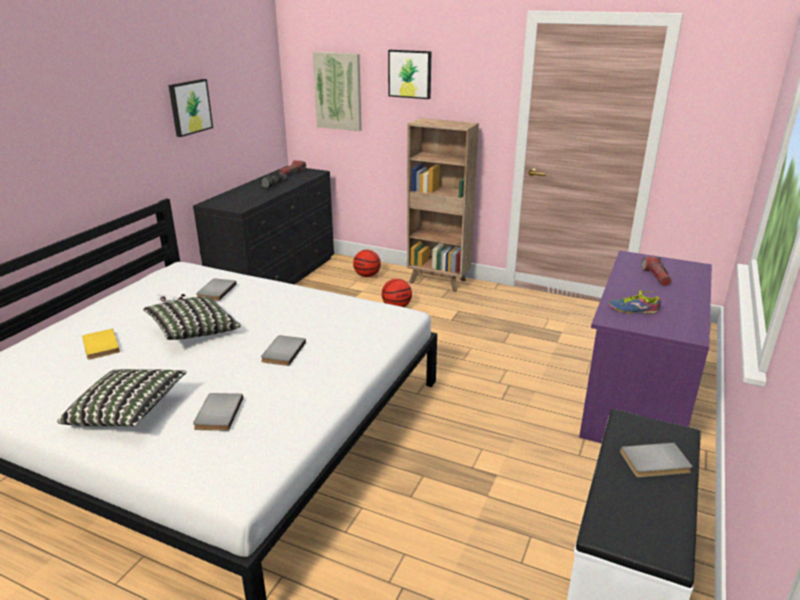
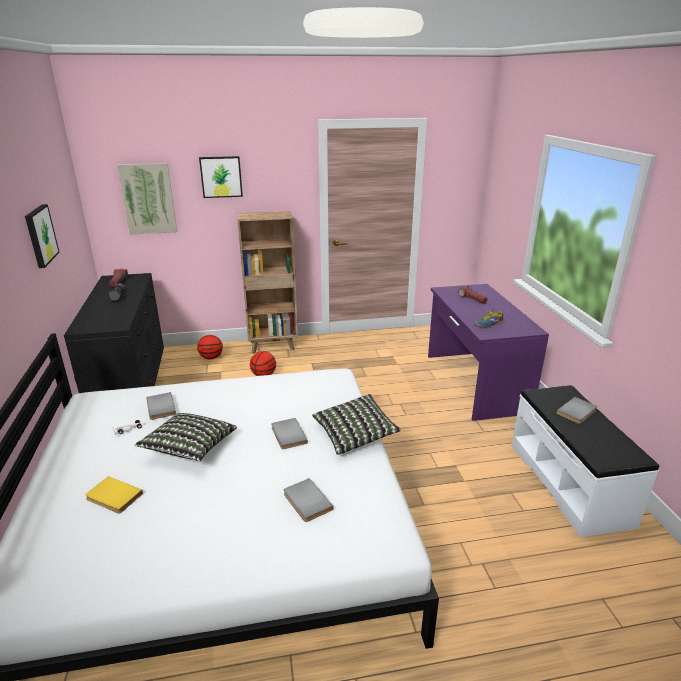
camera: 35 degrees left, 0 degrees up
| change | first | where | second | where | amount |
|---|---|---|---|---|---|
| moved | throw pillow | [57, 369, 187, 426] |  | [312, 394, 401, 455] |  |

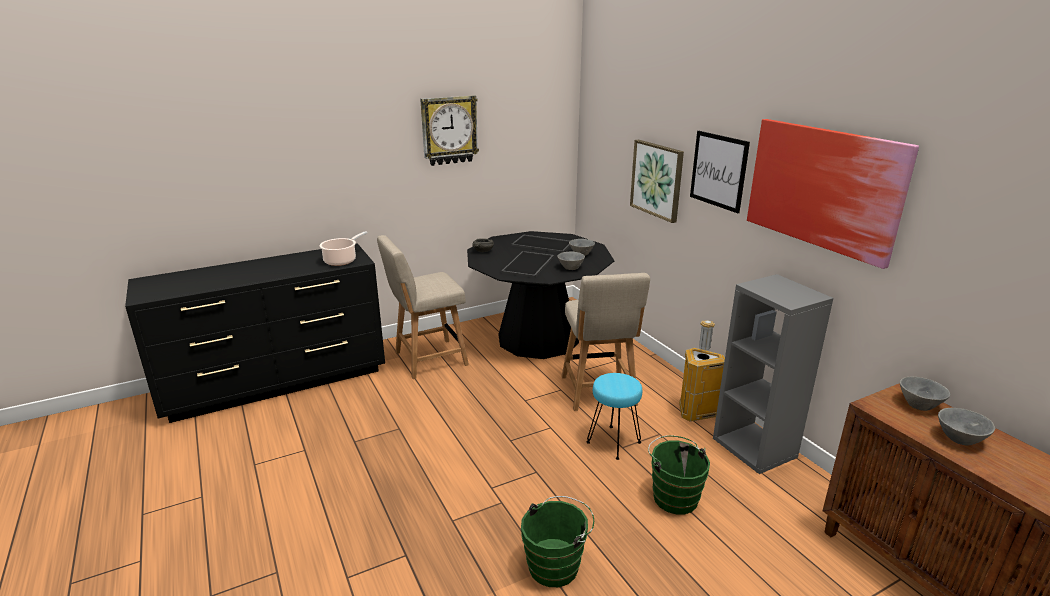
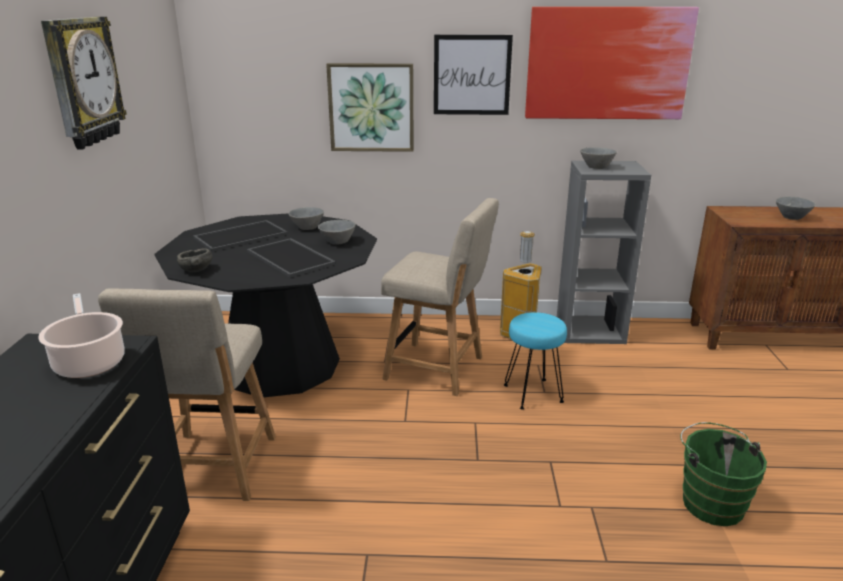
camera: 60 degrees left, 0 degrees up
| change | first | where | second | where | amount |
|---|---|---|---|---|---|
| moved | serving bowl/grey | [900, 377, 950, 411] |  | [580, 147, 617, 169] |  |
| removed | bucket/green | [648, 435, 710, 514] |  |  |  |

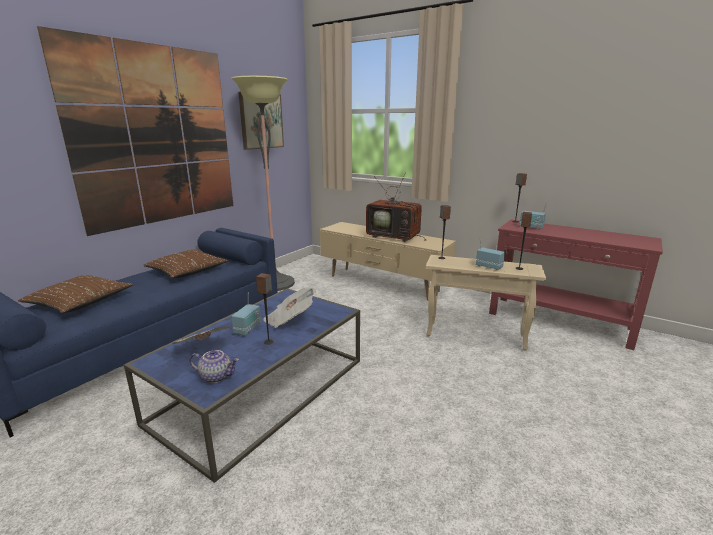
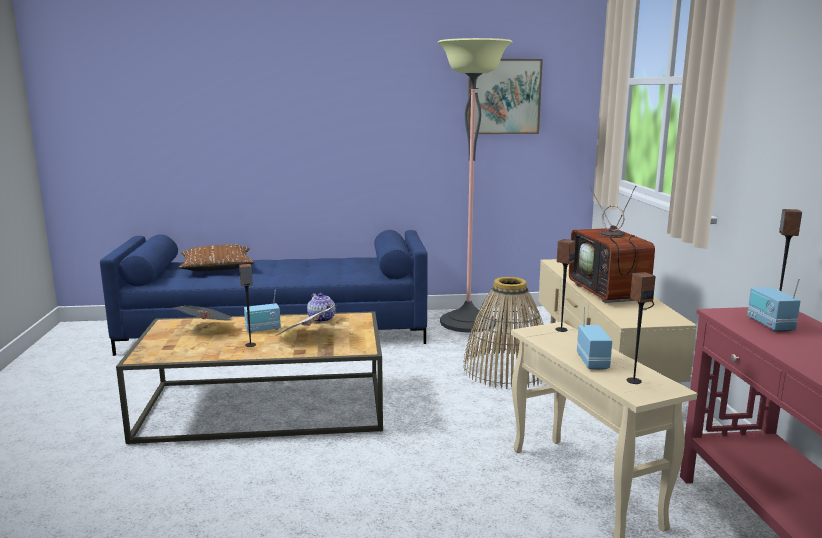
camera: 50 degrees right, 5 degrees down
| change | first | where | second | where | amount |
|---|---|---|---|---|---|
| removed | wall picture | [37, 26, 233, 236] |  |  |  |
| removed | throw pillow/brown | [143, 250, 228, 278] |  |  |  |
| recoloured | low table/blue | [124, 288, 360, 483] | low table/brown | [116, 311, 383, 445] |  |
| moved | tea pot | [190, 350, 239, 383] |  | [307, 293, 336, 322] |  |
| added |  |  | household basket | [463, 277, 544, 389] |  |

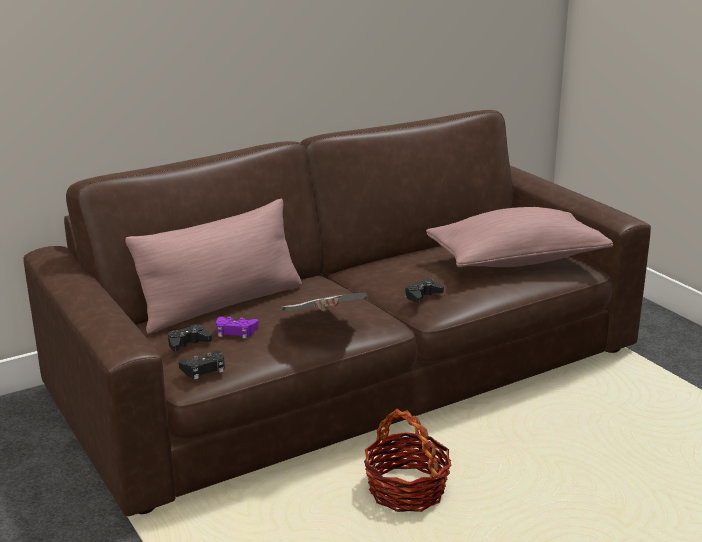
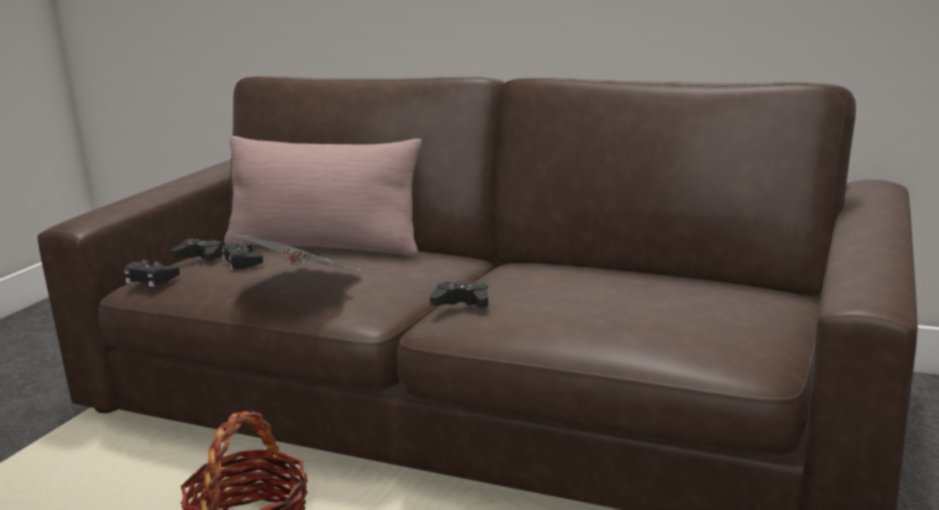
camera: 55 degrees right, 5 degrees down
| change | first | where | second | where | amount |
|---|---|---|---|---|---|
| removed | throw pillow/pinkish | [426, 207, 613, 267] |  |  |  |
| recoloured | gamepad/purple-coloured | [216, 317, 259, 339] | gamepad/black | [222, 242, 263, 270] |  |

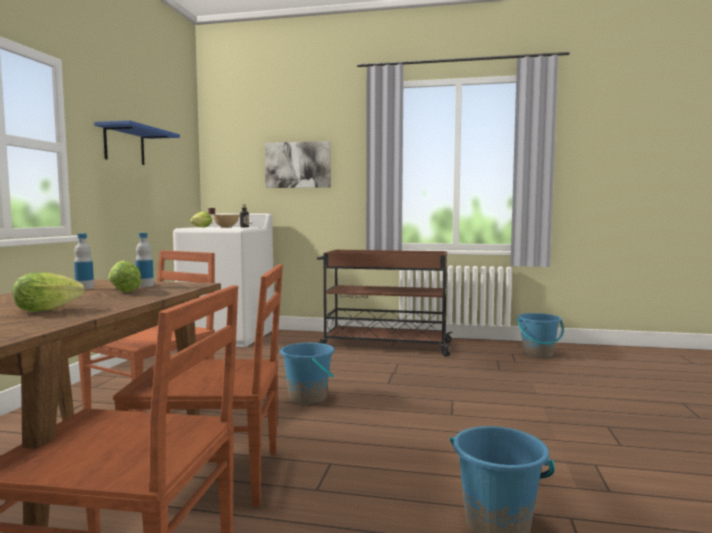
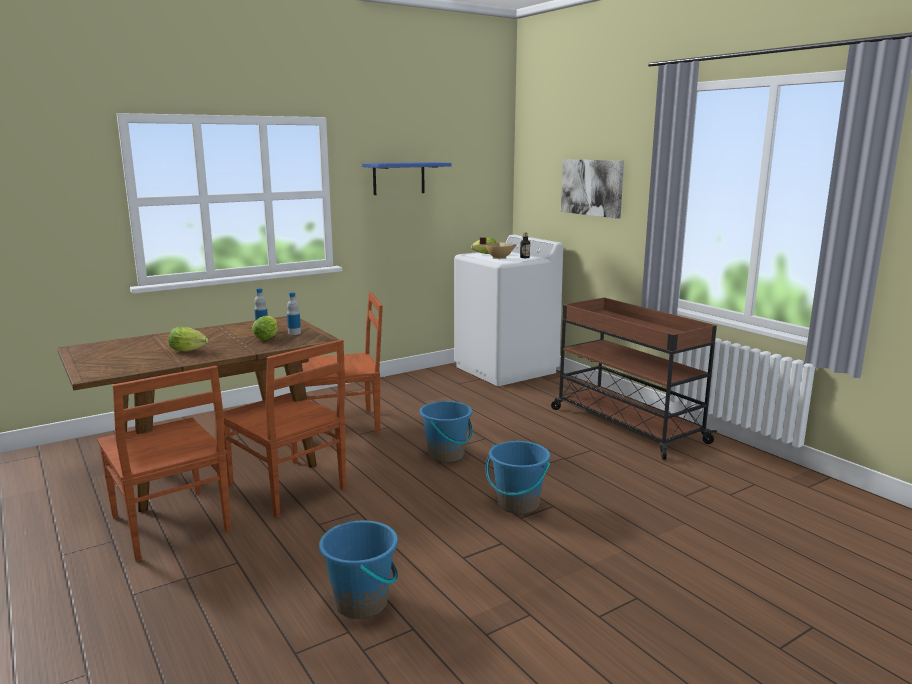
camera: 45 degrees right, 10 degrees up
| change | first | where | second | where | amount |
|---|---|---|---|---|---|
| moved | bucket/blue | [517, 313, 564, 358] |  | [486, 441, 550, 514] |  |

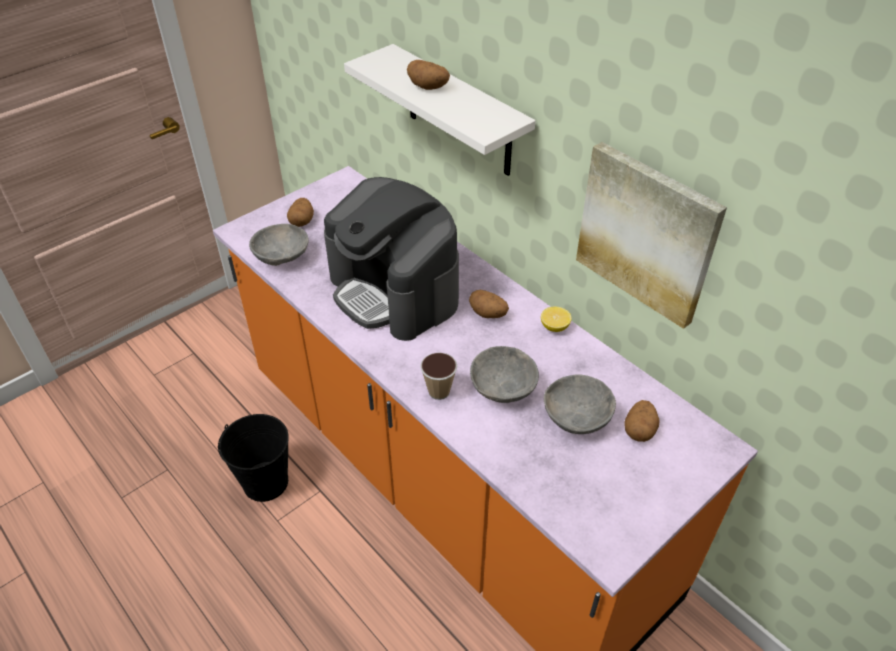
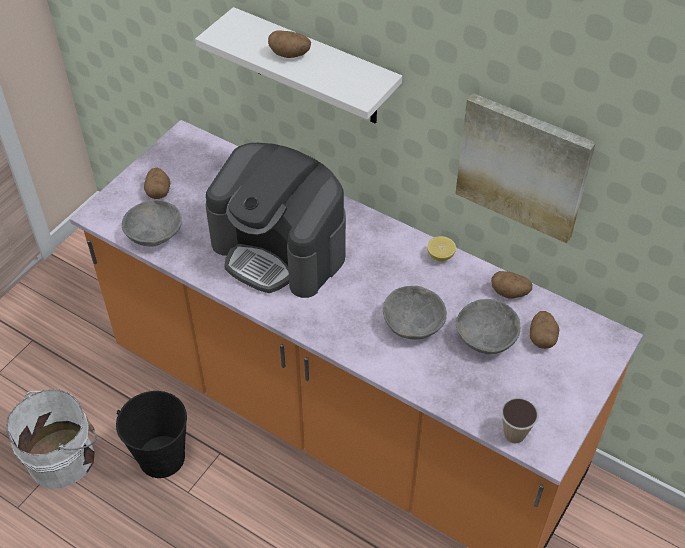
camera: 15 degrees left, 5 degrees up
| change | first | where | second | where | amount |
|---|---|---|---|---|---|
| moved | spud | [469, 290, 509, 318] |  | [491, 271, 532, 299] |  |
| moved | drinking cup | [420, 352, 457, 400] |  | [501, 398, 539, 443] |  |
| added |  |  | bucket/white-coloured | [6, 389, 97, 489] |  |

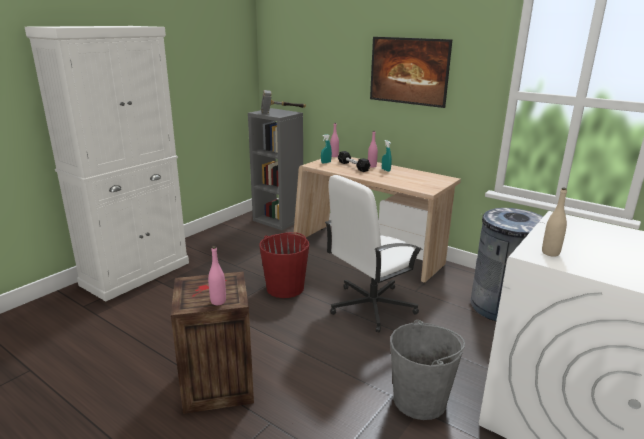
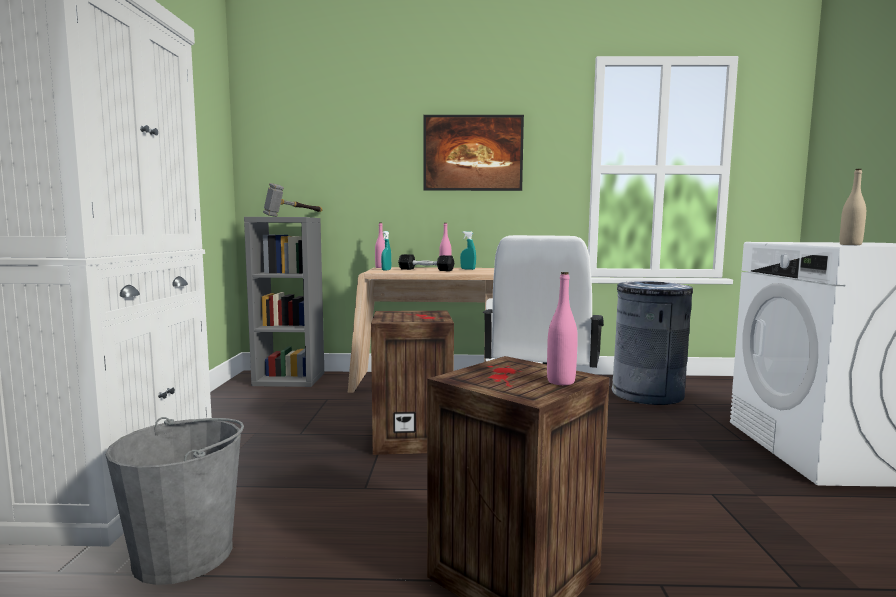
camera: 35 degrees left, 15 degrees down
| change | first | where | second | where | amount |
|---|---|---|---|---|---|
| replaced | bucket/red-coloured | [259, 232, 309, 298] | packing crate | [371, 311, 454, 455] |  |
| moved | bucket/grey | [390, 320, 465, 420] |  | [105, 417, 244, 585] |  |

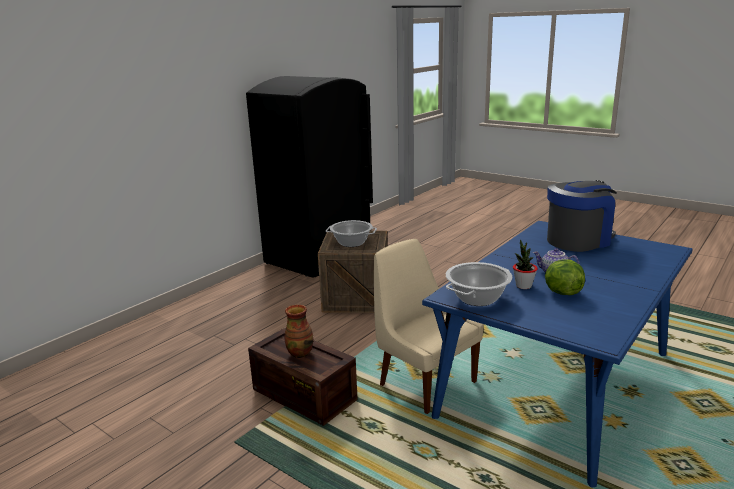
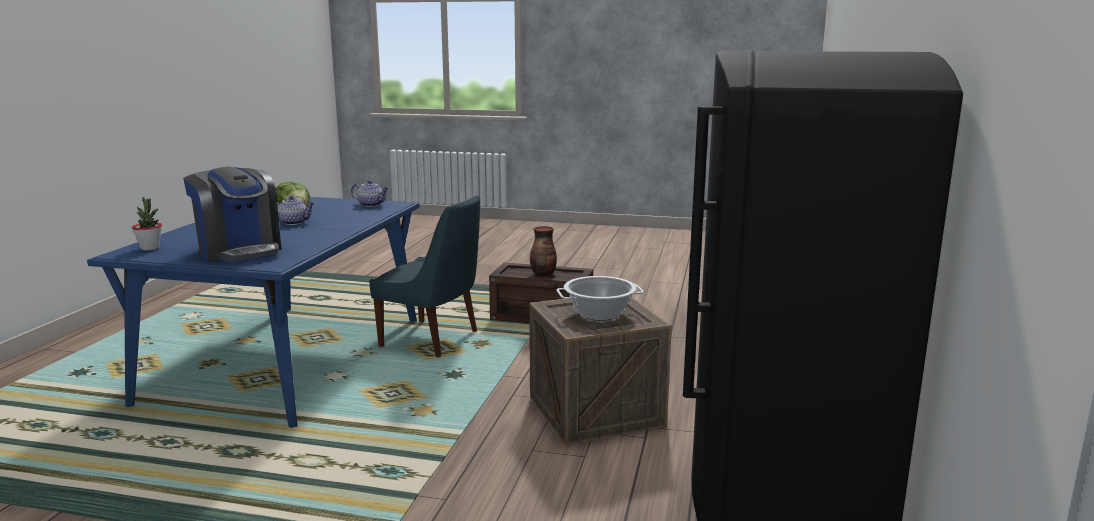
camera: 155 degrees right, 5 degrees down
| change | first | where | second | where | amount |
|---|---|---|---|---|---|
| turned | coffee machine | [547, 180, 617, 252] |  | [183, 167, 282, 263] | 75 degrees counterclockwise |
| recoloured | chair/sand-coloured | [374, 239, 484, 414] | chair/blue | [369, 195, 480, 357] |  |
| moved | houseplant | [513, 239, 538, 289] |  | [132, 197, 162, 250] |  |
| replaced | stockpot | [446, 262, 512, 306] | tea pot | [351, 180, 389, 207] |  |

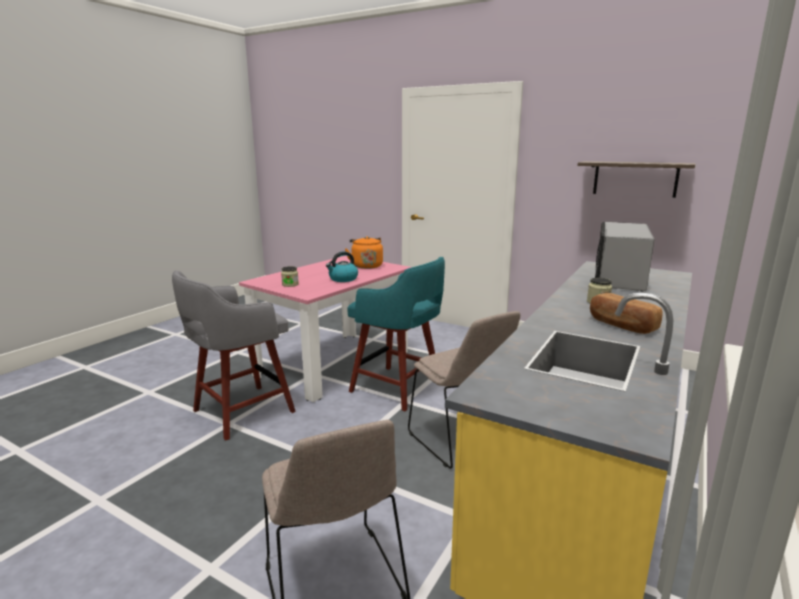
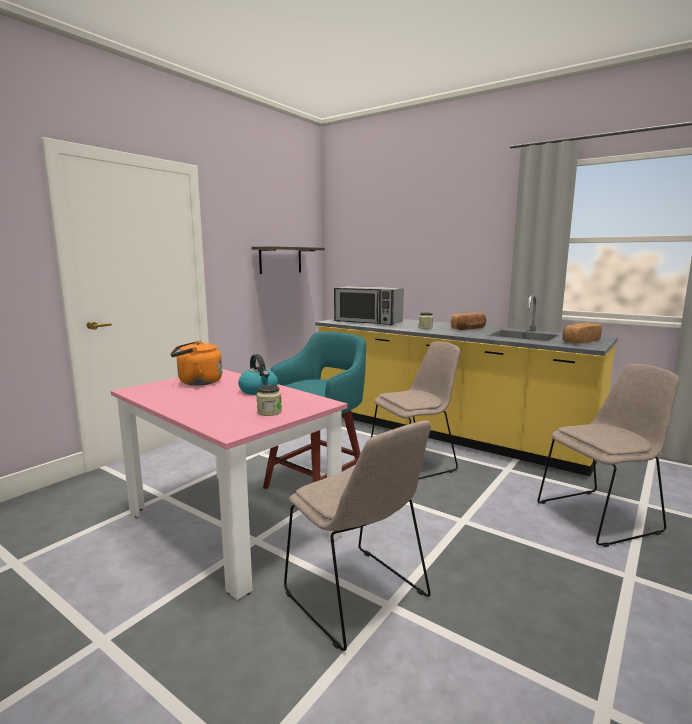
camera: 85 degrees left, 5 degrees down
| change | first | where | second | where | amount |
|---|---|---|---|---|---|
| replaced | stool seat/grey | [172, 271, 296, 441] | chair/sand-coloured | [284, 420, 431, 651] |  |
| added |  |  | baked bread | [563, 323, 602, 344] |  |

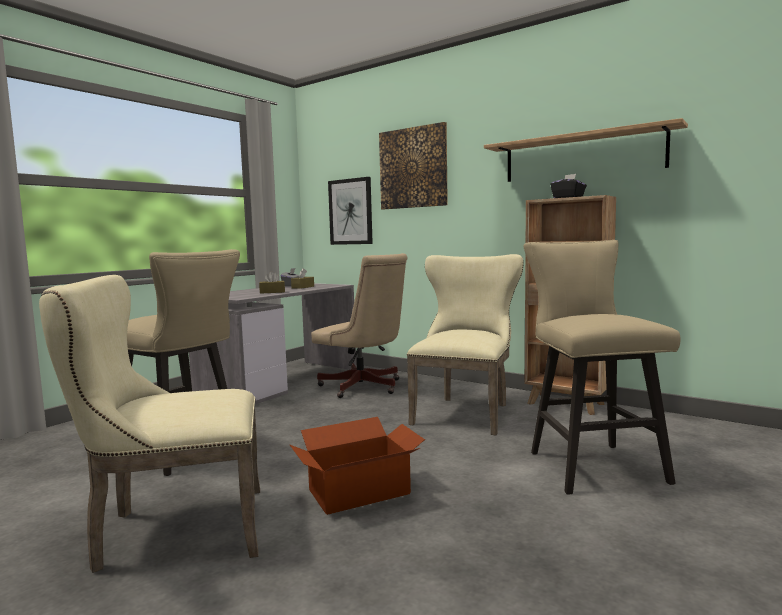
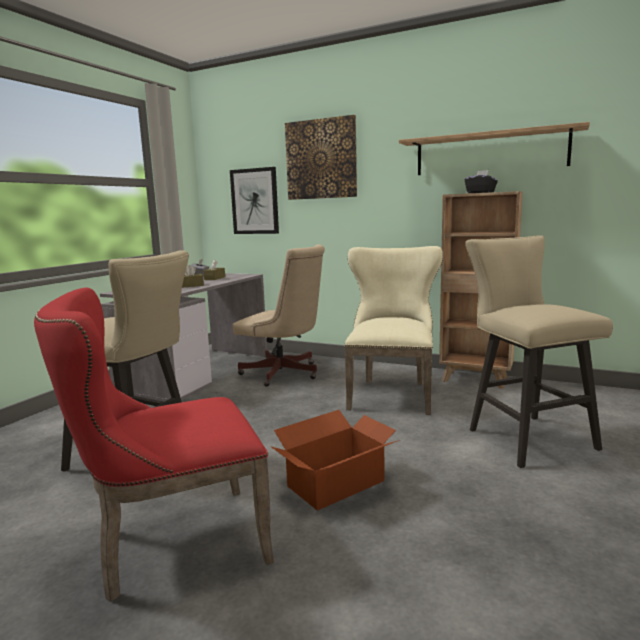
camera: 10 degrees left, 5 degrees up
| change | first | where | second | where | amount |
|---|---|---|---|---|---|
| recoloured | chair/sand-coloured | [39, 275, 260, 573] | chair/red-coloured | [34, 288, 274, 602] |  |

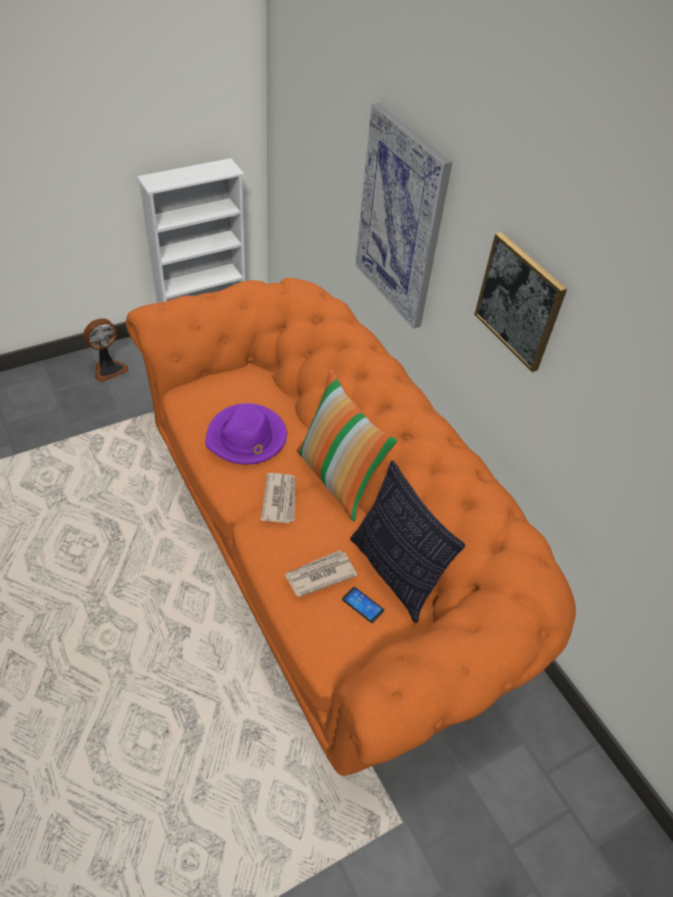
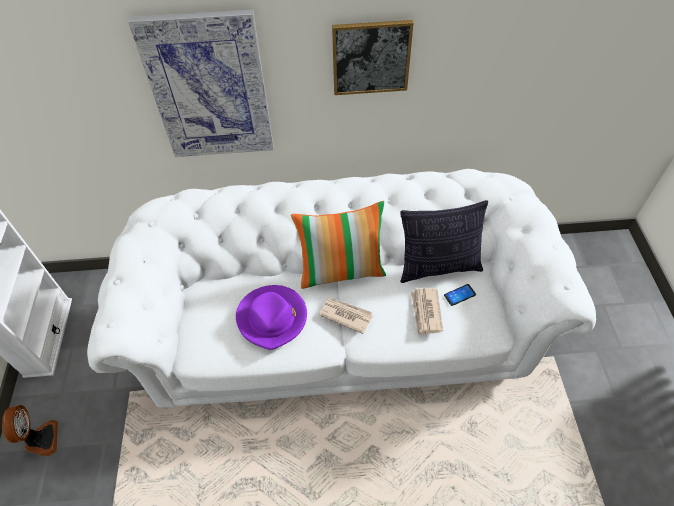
camera: 60 degrees left, 5 degrees up
| change | first | where | second | where | amount |
|---|---|---|---|---|---|
| recoloured | sofa/orange | [126, 278, 576, 776] | sofa/white-coloured | [87, 169, 596, 408] |  |

